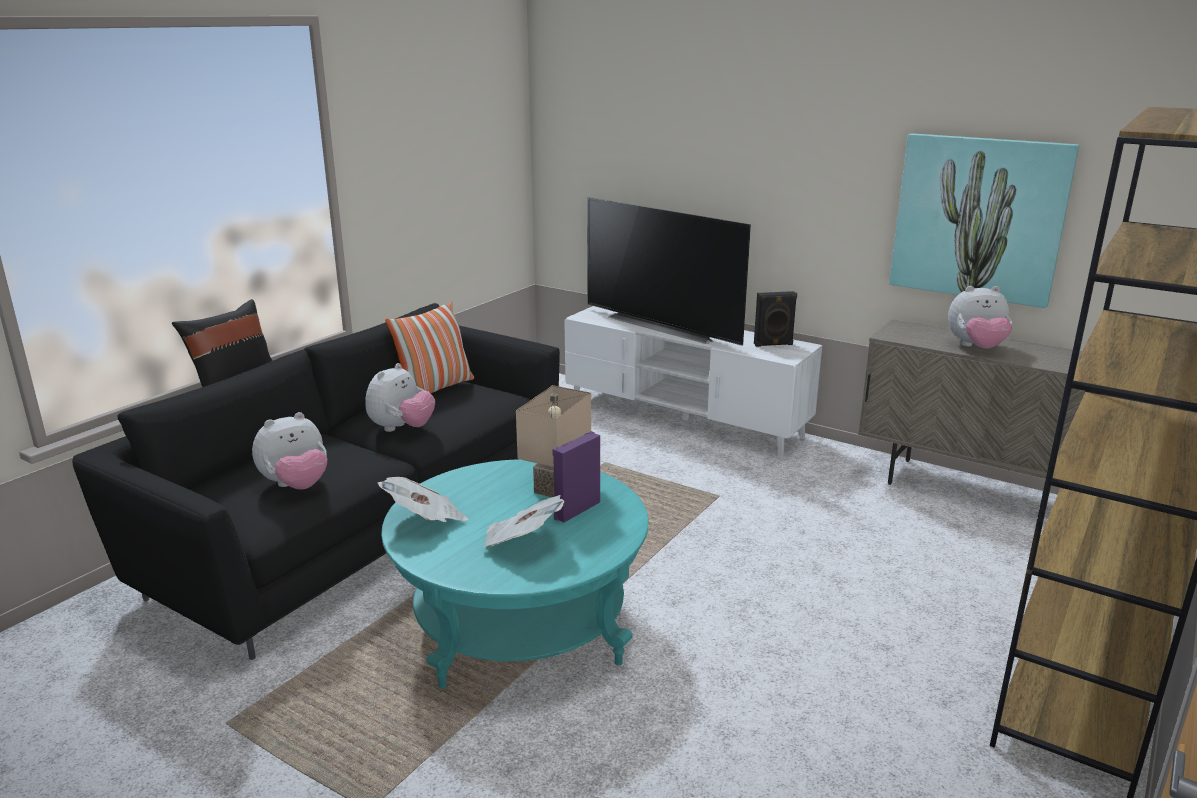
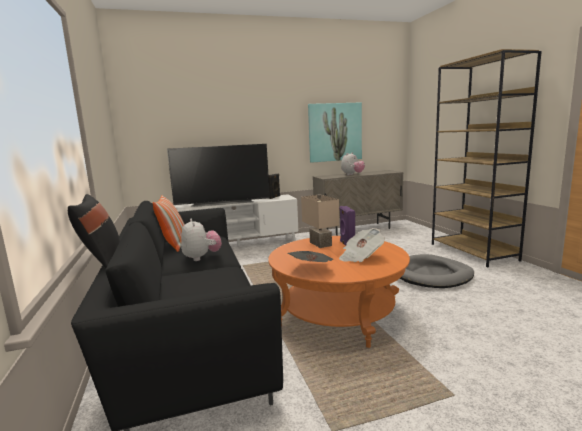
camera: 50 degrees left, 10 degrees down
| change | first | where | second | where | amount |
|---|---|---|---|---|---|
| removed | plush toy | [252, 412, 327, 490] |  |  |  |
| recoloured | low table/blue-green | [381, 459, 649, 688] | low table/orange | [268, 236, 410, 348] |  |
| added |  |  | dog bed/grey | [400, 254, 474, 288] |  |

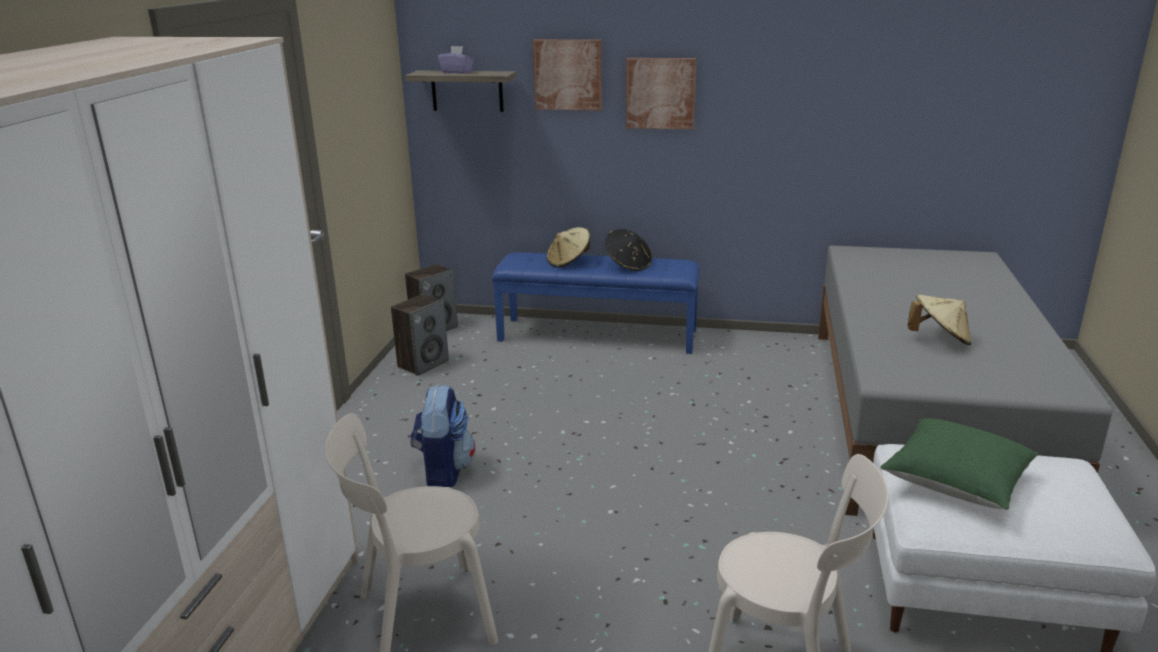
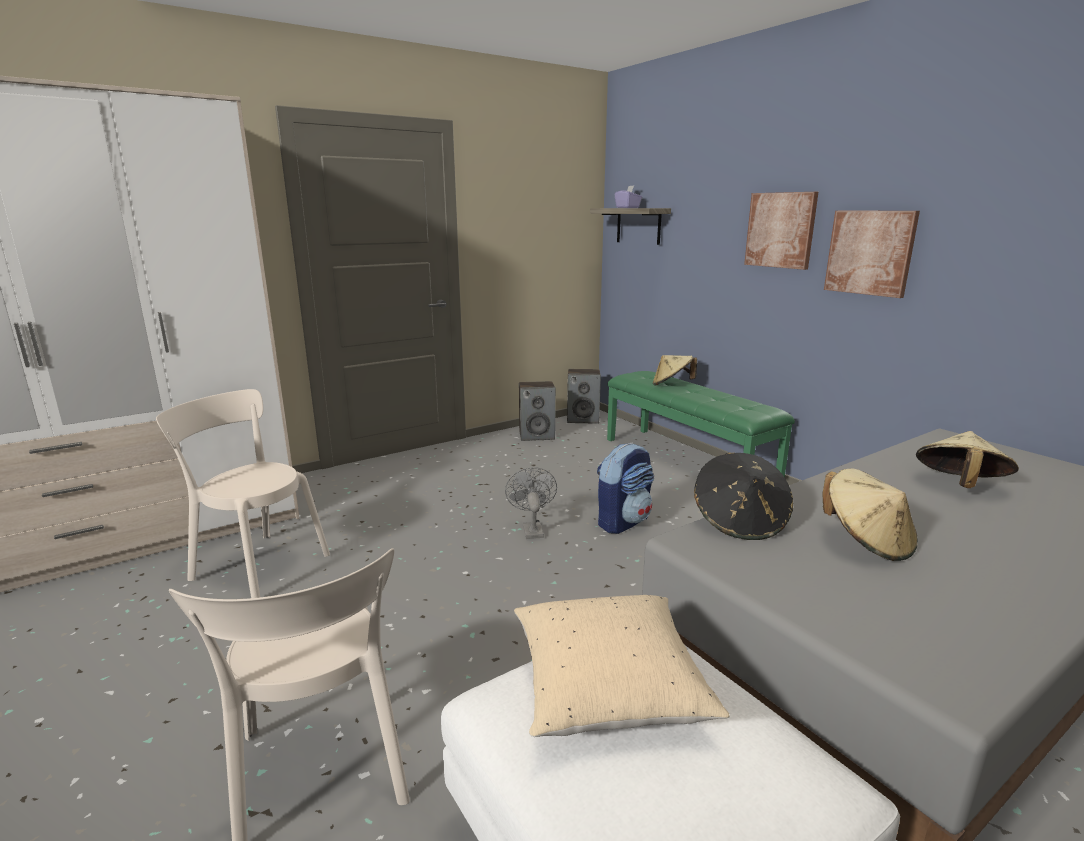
camera: 45 degrees right, 5 degrees down
| change | first | where | second | where | amount |
|---|---|---|---|---|---|
| moved | wall picture | [533, 39, 602, 111] |  | [824, 211, 920, 298] |  |
| moved | clothing hat/black | [605, 229, 652, 271] |  | [694, 453, 793, 540] |  |
| recoloured | indoor bench/blue | [492, 252, 700, 354] | indoor bench/green | [607, 371, 795, 477] |  |
| moved | knapsack | [411, 385, 475, 488] |  | [597, 443, 654, 534] |  |
| recoloured | throw pillow/green | [881, 418, 1038, 510] | throw pillow/sand-coloured | [514, 595, 730, 737] |  |
| added |  |  | clothing hat/sand-coloured | [916, 431, 1019, 488] |  |
| added |  |  | cooling fan/grey | [505, 467, 557, 539] |  |

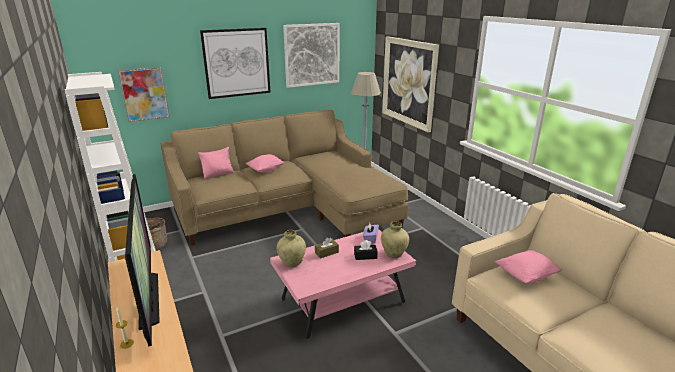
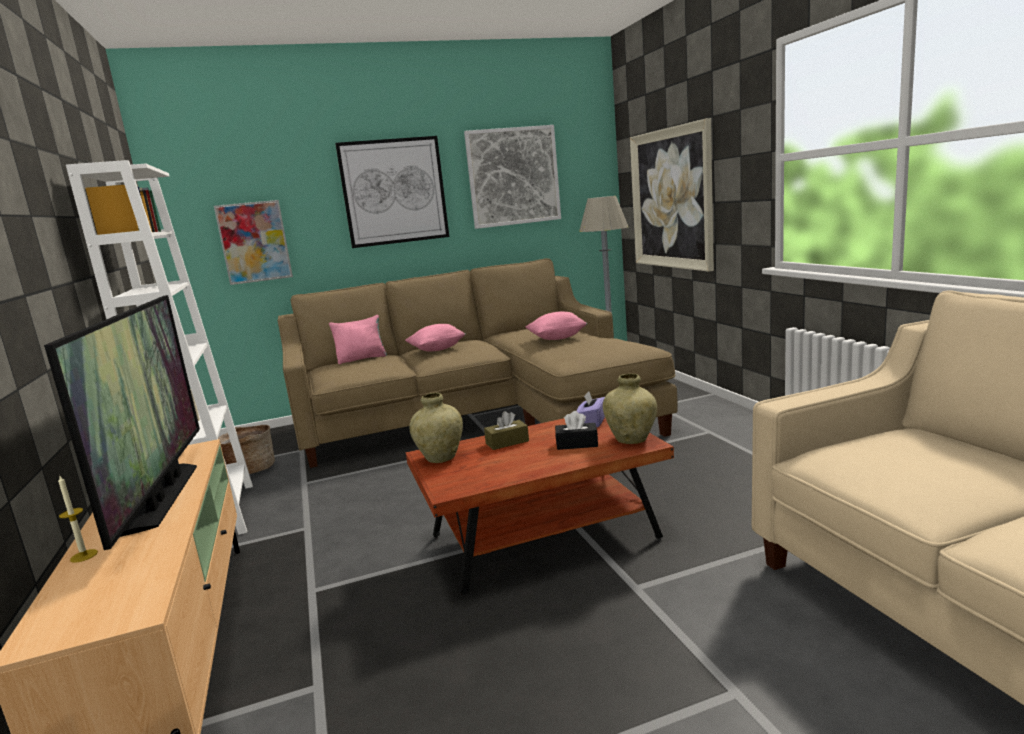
camera: 10 degrees right, 10 degrees down
| change | first | where | second | where | amount |
|---|---|---|---|---|---|
| recoloured | low table/pinkish | [270, 229, 416, 339] | low table/brown | [406, 418, 674, 596] |  |
| moved | throw pillow/pinkish | [495, 250, 562, 283] |  | [525, 312, 588, 340] |  |

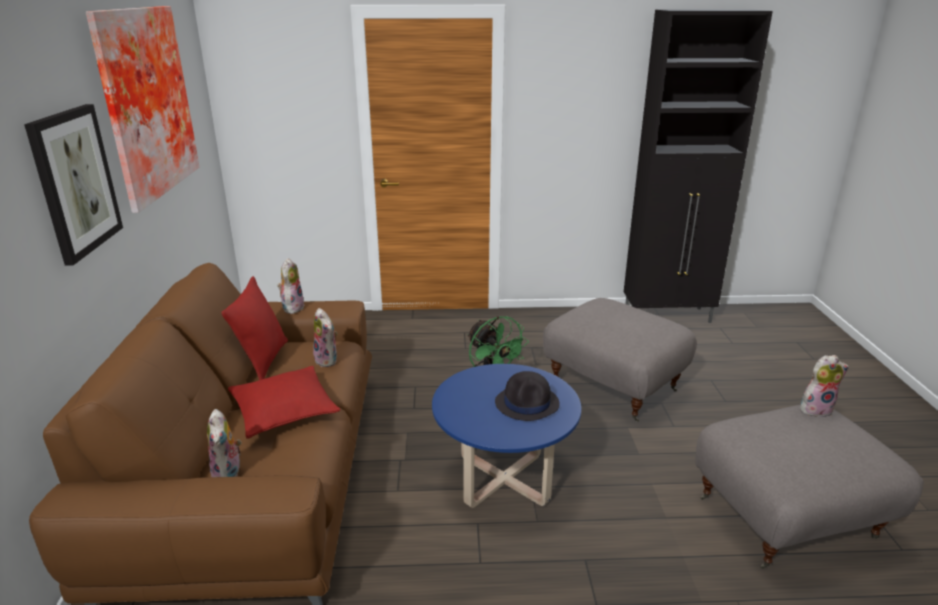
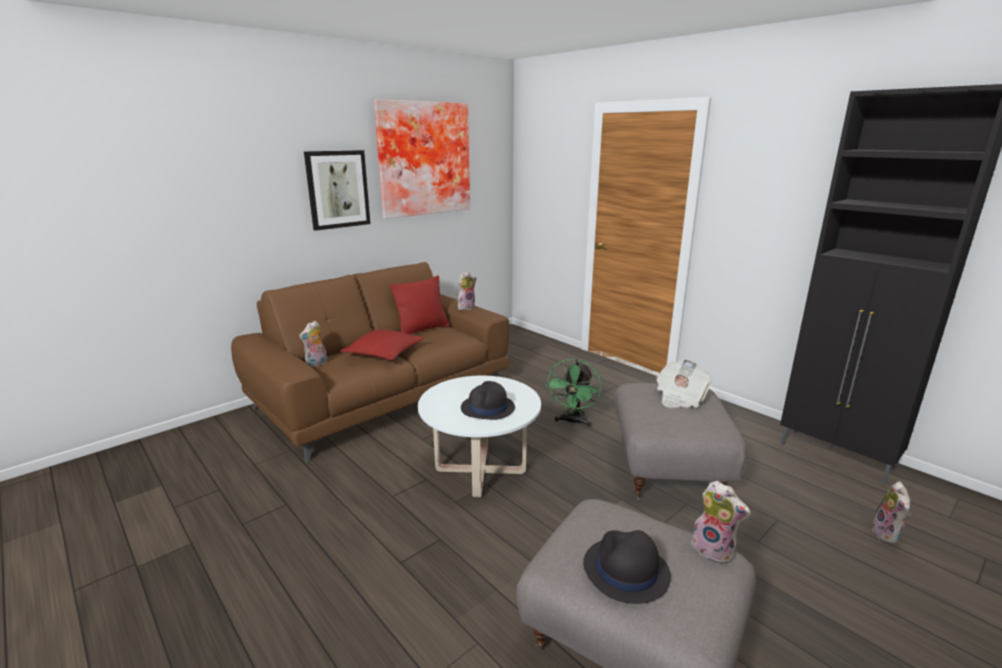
camera: 50 degrees right, 5 degrees down
| change | first | where | second | where | amount |
|---|---|---|---|---|---|
| moved | plush toy | [313, 308, 338, 367] |  | [872, 482, 911, 544] |  |
| recoloured | low table/blue | [432, 364, 581, 508] | low table/white-coloured | [418, 376, 541, 497] |  |
| added |  |  | printed paper | [656, 359, 712, 408] |  |
| added |  |  | clothing hat/black | [583, 530, 671, 604] |  |

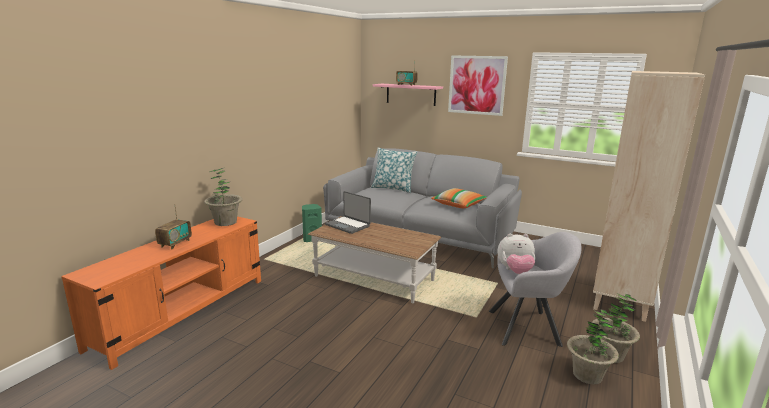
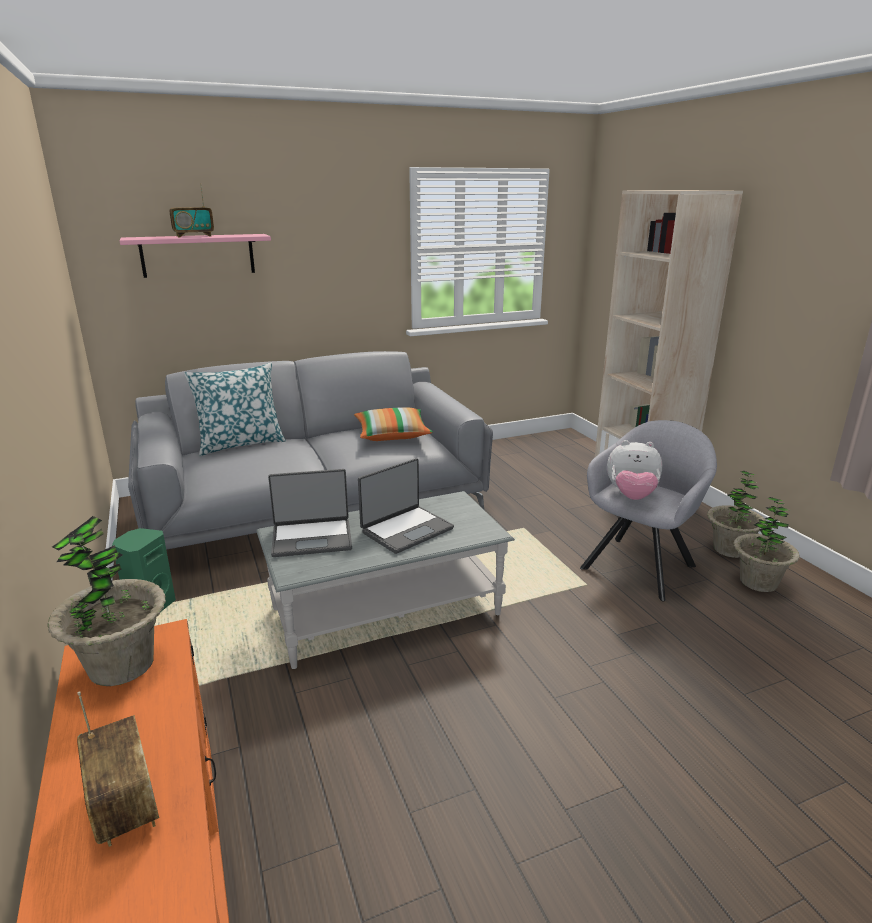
camera: 50 degrees left, 5 degrees up
| change | first | where | second | where | amount |
|---|---|---|---|---|---|
| removed | wall picture | [448, 55, 508, 116] |  |  |  |
| recoloured | low table/brown | [308, 216, 441, 303] | low table/grey | [256, 491, 515, 669] |  |
| turned | plush toy | [497, 234, 536, 274] |  | [607, 440, 662, 500] | 60 degrees clockwise |
| added |  |  | laptop | [358, 458, 454, 554] |  |

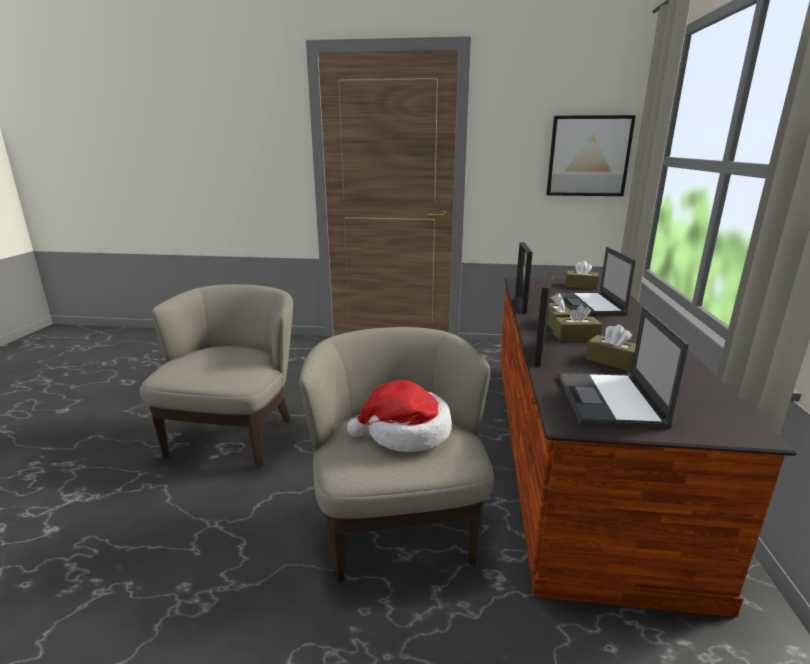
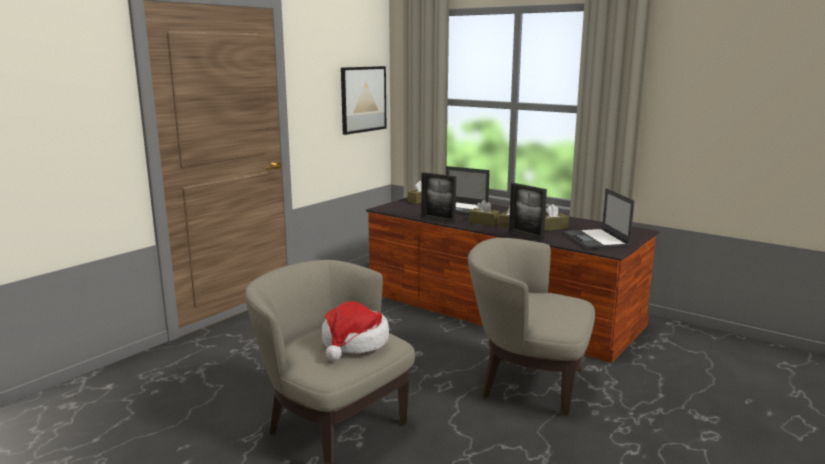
camera: 60 degrees left, 5 degrees down
| change | first | where | second | where | amount |
|---|---|---|---|---|---|
| turned | laptop | [558, 307, 689, 428] |  | [563, 188, 634, 249] | 45 degrees clockwise |
| moved | clothing hat | [347, 380, 452, 452] |  | [322, 301, 389, 361] |  |

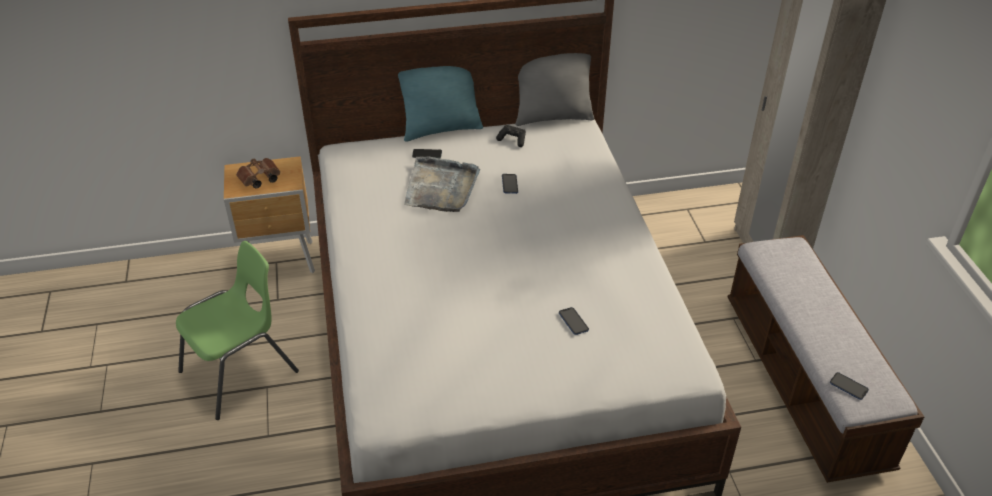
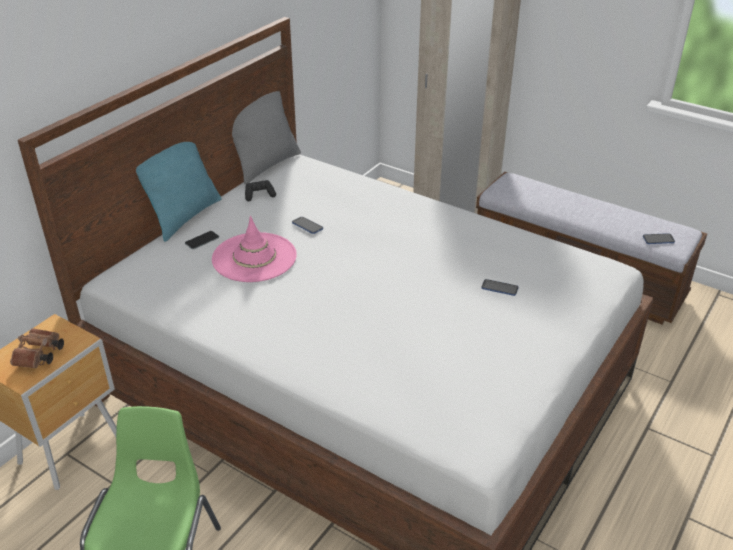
camera: 45 degrees left, 5 degrees down
| change | first | where | second | where | amount |
|---|---|---|---|---|---|
| replaced | carrying tray/grey | [404, 157, 480, 212] | clothing hat/pinkish | [212, 216, 297, 282] |  |

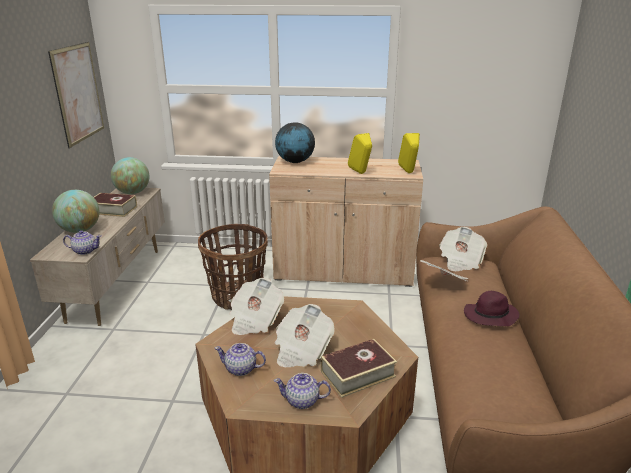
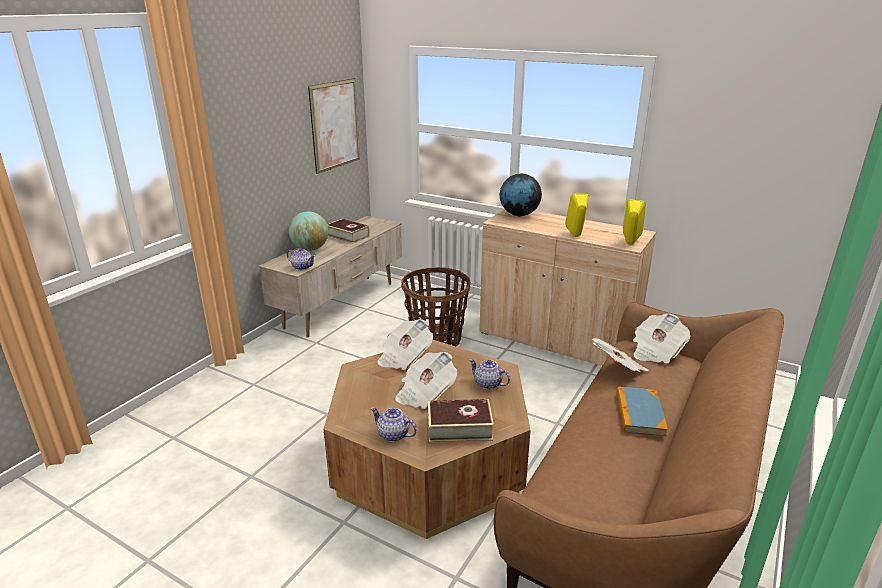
camera: 25 degrees right, 0 degrees up
| change | first | where | second | where | amount |
|---|---|---|---|---|---|
| removed | globe | [111, 157, 150, 194] |  |  |  |
| replaced | clothing hat/purple-coloured | [464, 291, 520, 326] | volume | [616, 387, 668, 436] |  |
| moved | tea pot | [214, 343, 266, 376] |  | [469, 359, 510, 389] |  |

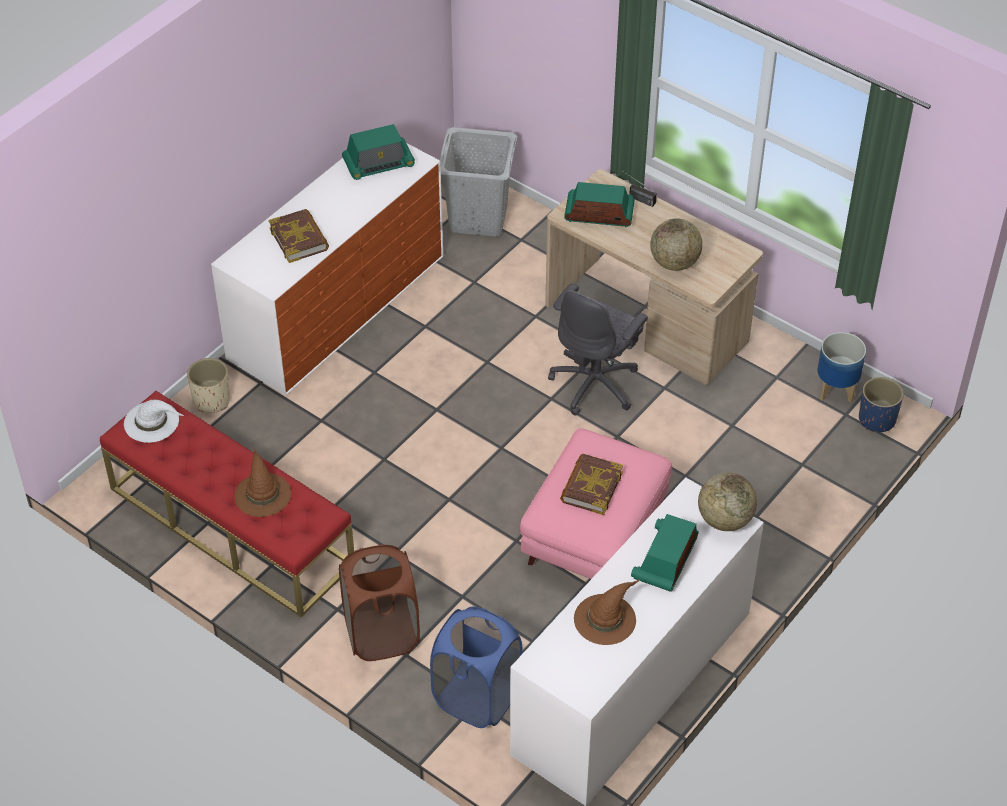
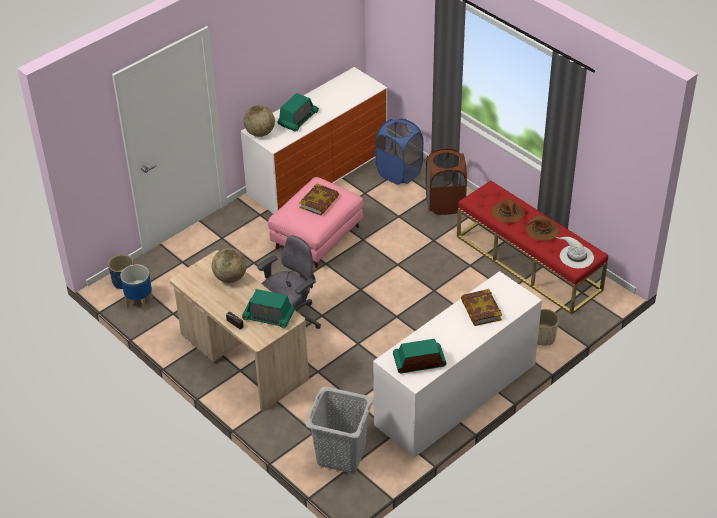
camera: 170 degrees left, 5 degrees down
| change | first | where | second | where | amount |
|---|---|---|---|---|---|
| moved | clothing hat/brown | [574, 579, 640, 645] |  | [525, 215, 559, 241] |  |

